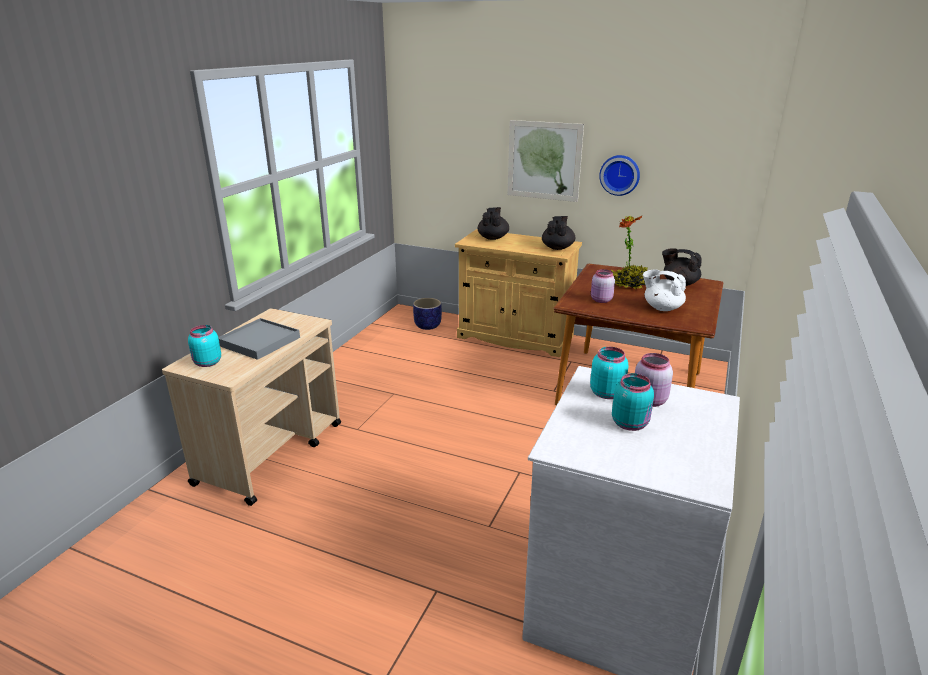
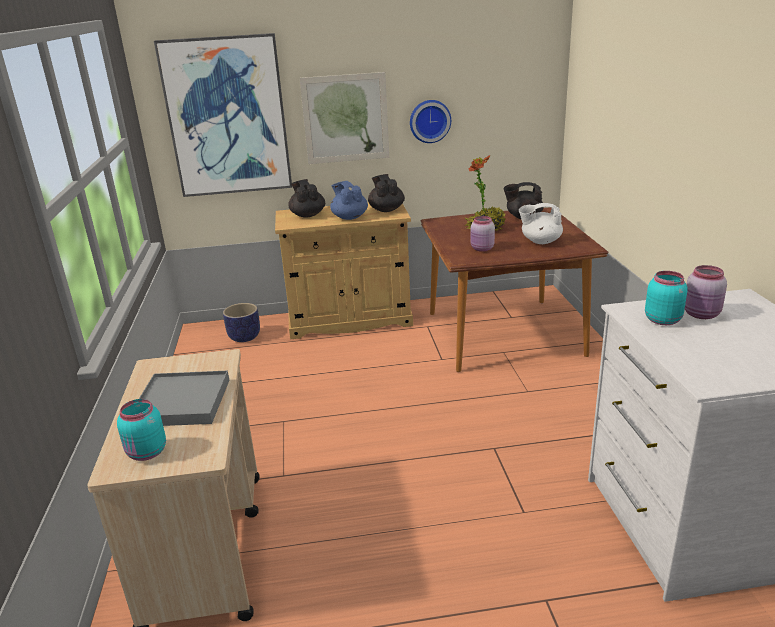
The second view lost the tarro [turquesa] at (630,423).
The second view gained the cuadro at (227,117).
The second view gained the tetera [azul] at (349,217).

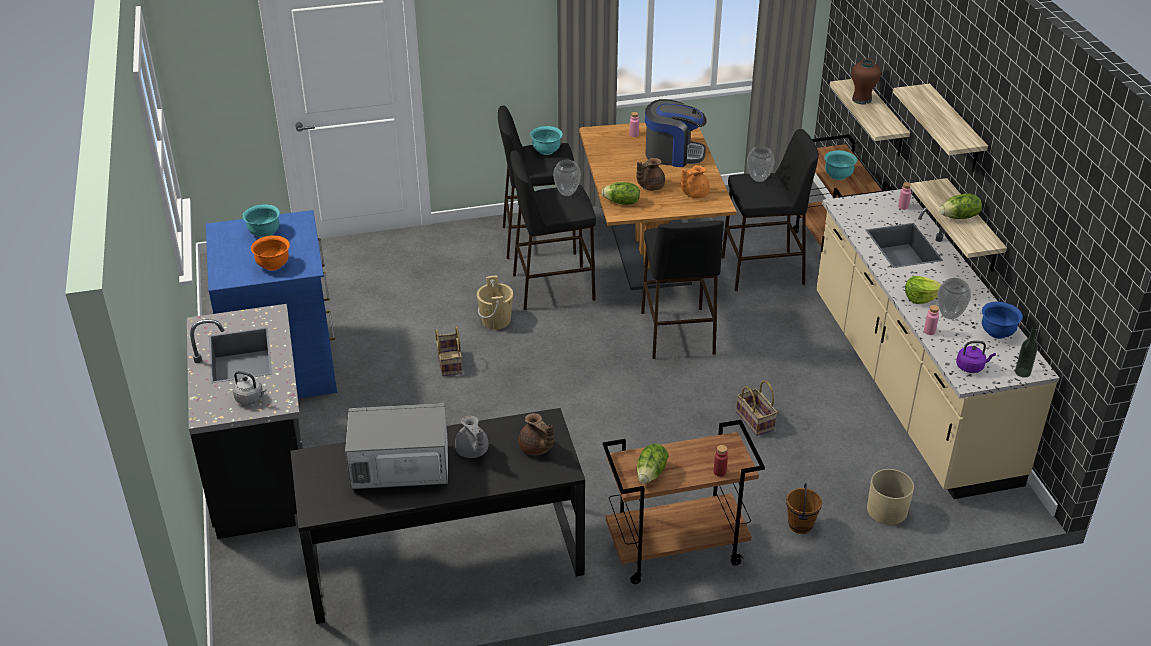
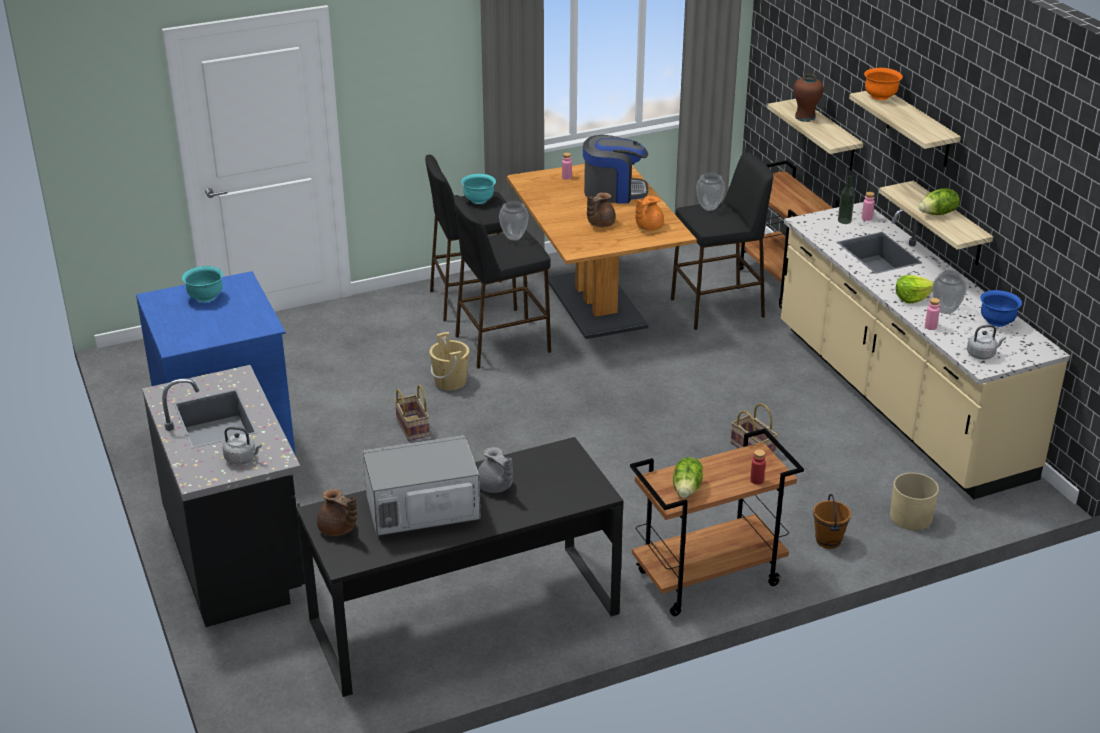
The cuenco [naranja] ended up elsewhere, having gone from (273,265) to (880,97).
The tetera [marrón] ended up elsewhere, having gone from (536,448) to (338,529).
The second view lost the lechuga at (622,202).
The second view lost the taburete [negro] at (677,333).
The second view lost the cuenco [turquesa] at (838,176).
What was the hervidor [morado] at (971,367) turned into the hervidor [gris] at (982,354).
The botella ended up elsewhere, having gone from (1022,372) to (844,221).

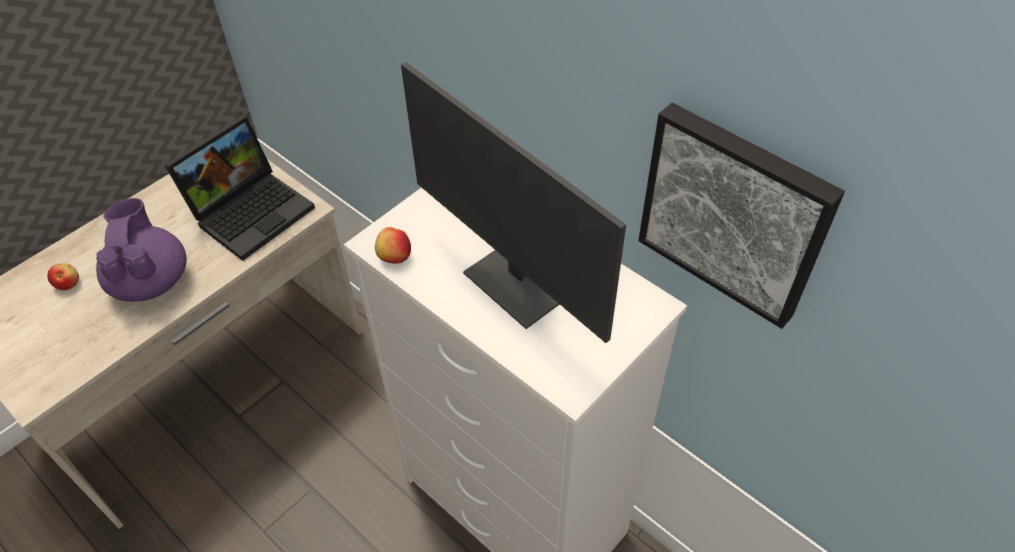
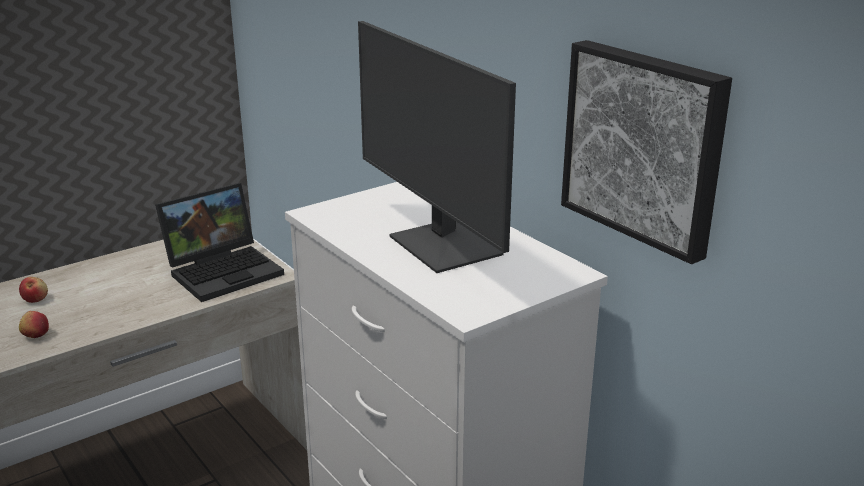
The second view lost the tetera [morado] at (151,280).
The manzana ended up elsewhere, having gone from (394,256) to (36,335).

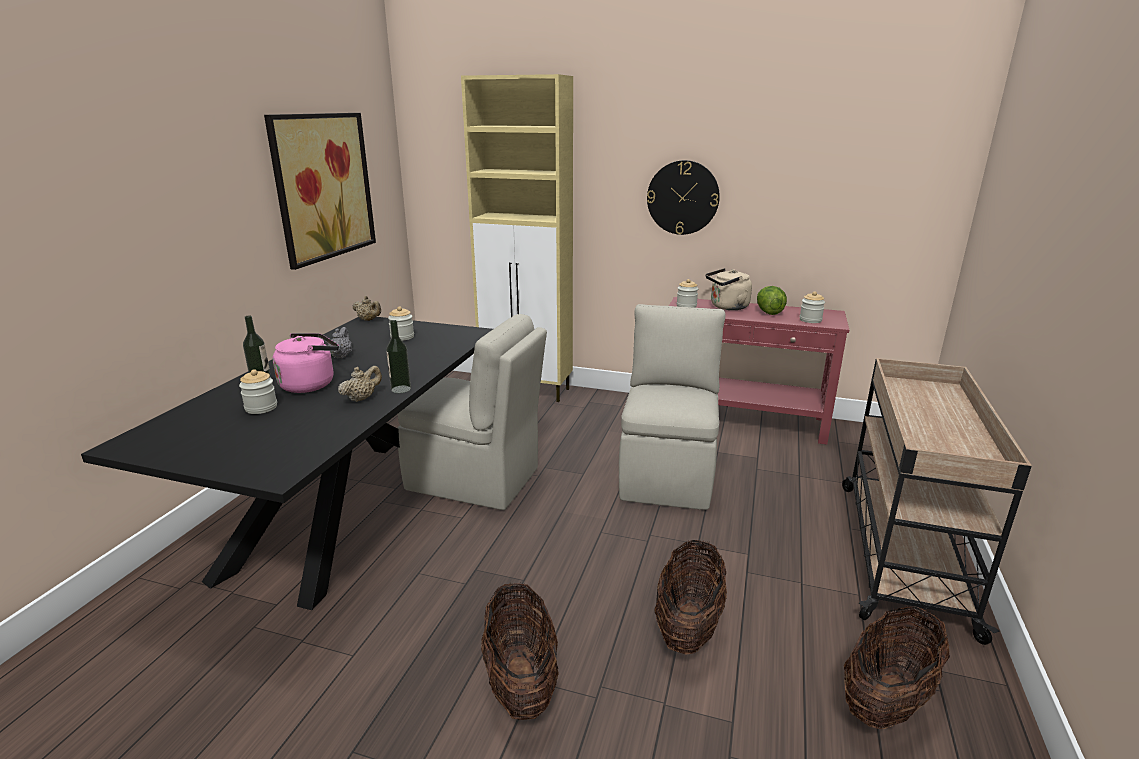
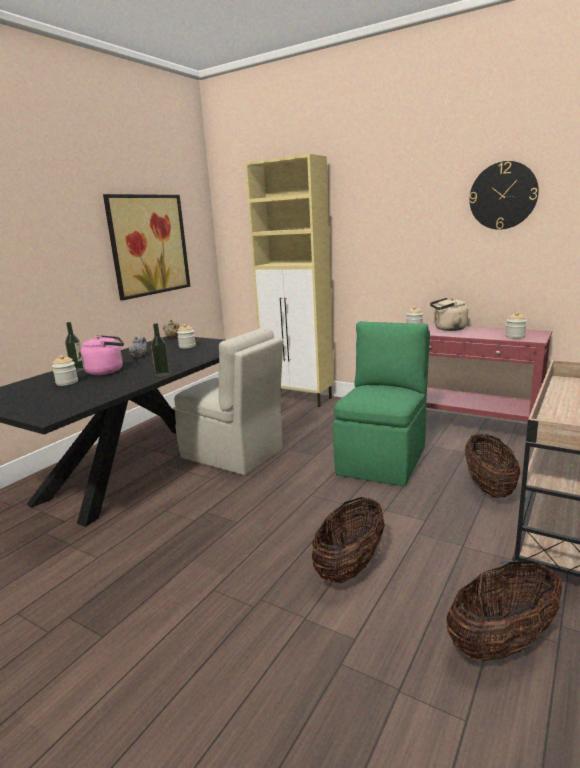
The second view lost the tetera [beis] at (362,398).
The cesta ended up elsewhere, having gone from (521,681) to (489,487).
What was the silla [beis] at (668,474) turned into the silla [verde] at (383,459).
The reloj de pared ended up elsewhere, having gone from (683,197) to (503,196).
The second view lost the lechuga at (768,312).

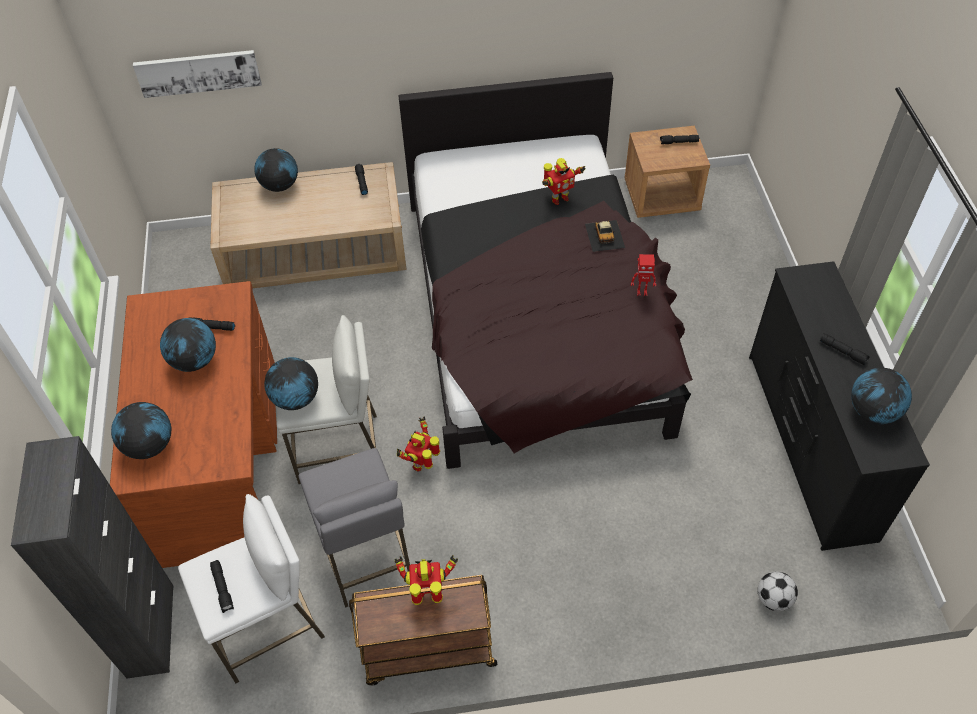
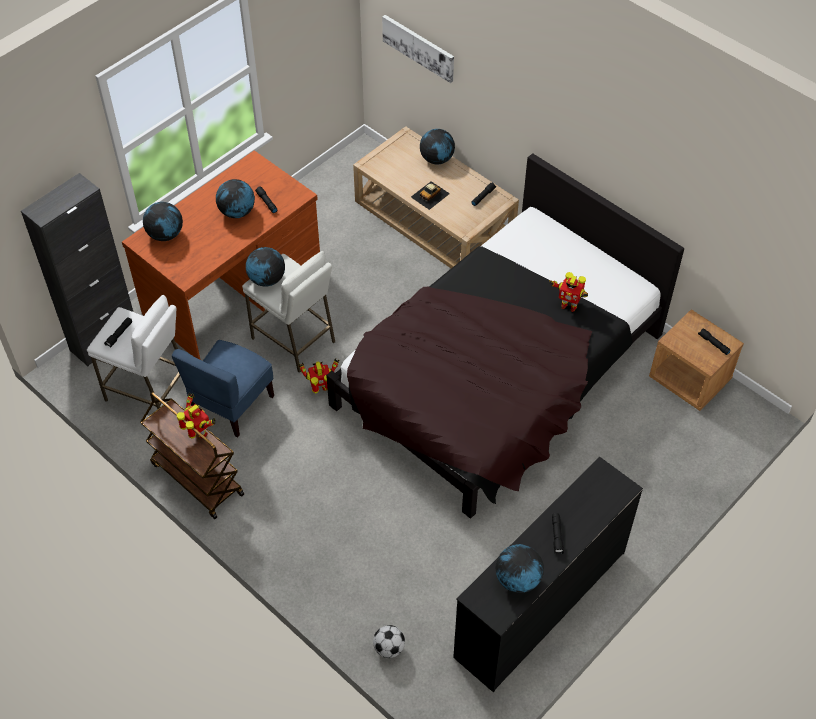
Where the taburete [gris] stood at (366,556), the silla [azul] came to stand at (232,405).
The coche de juguete ended up elsewhere, having gone from (605,235) to (430,195).
The second view lost the robot de juguete at (641,292).

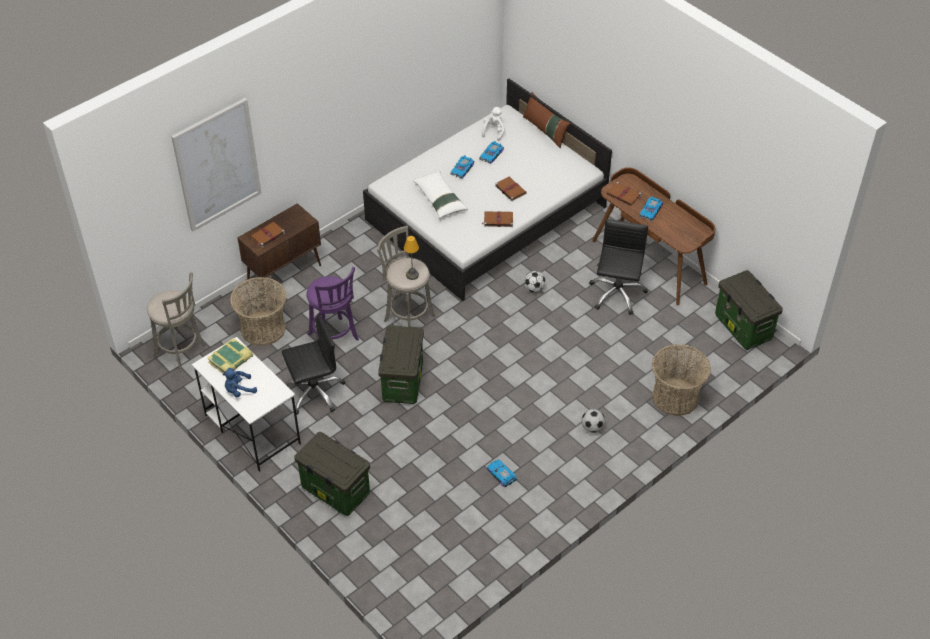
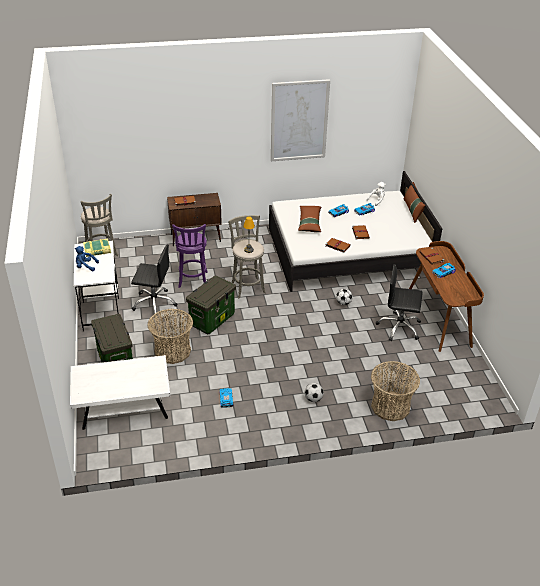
The cuadro ended up elsewhere, having gone from (217,164) to (299,120).
The cesta ended up elsewhere, having gone from (263,328) to (172,351).
What was the cojín [blanco] at (440,199) turned into the cojín [marrón] at (309,222).
The silla de oficina [negro] at (616,294) ended up facing another way, 120 degrees counterclockwise from before.
The second view lost the caja de almacenaje at (744,328).
The second view gained the mesa de centro [blanco] at (124,407).

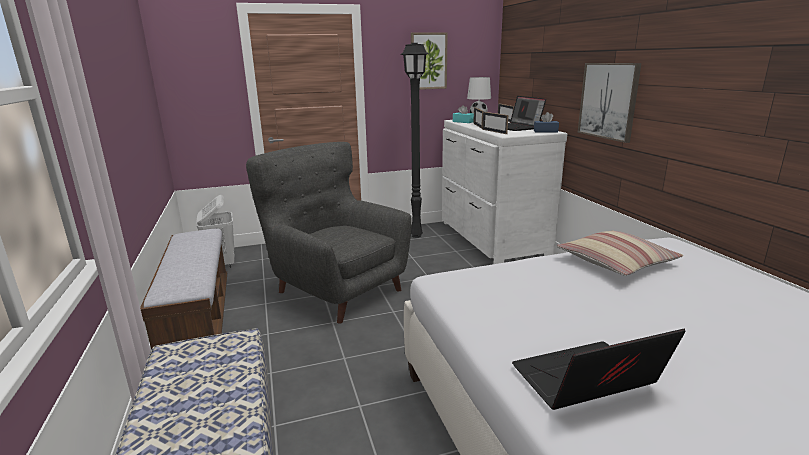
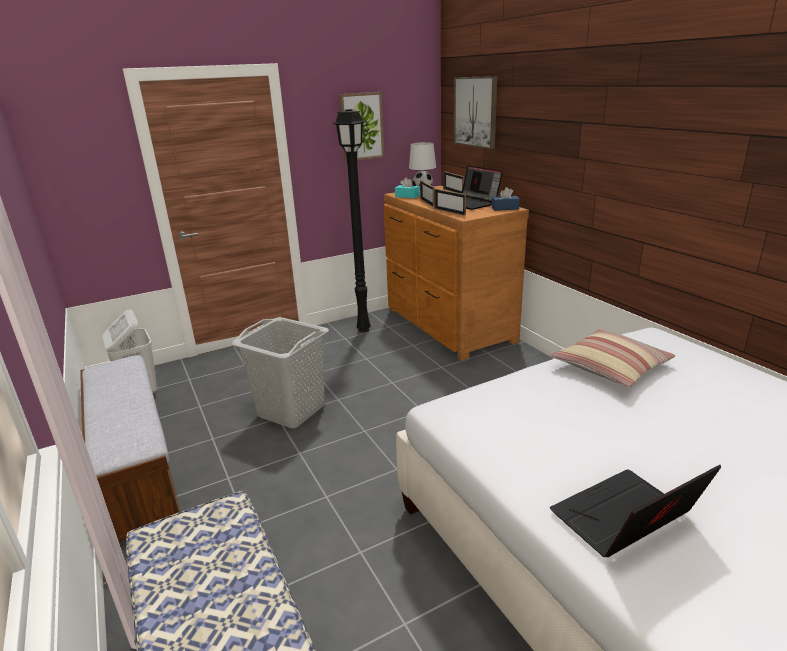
Where the sillón [gris] stood at (336,289), the cesto de la ropa [gris] came to stand at (291,410).
What was the cómoda [blanco] at (491,238) turned into the cómoda [marrón] at (447,325).
The cuadro ended up elsewhere, having gone from (608,101) to (475,112).

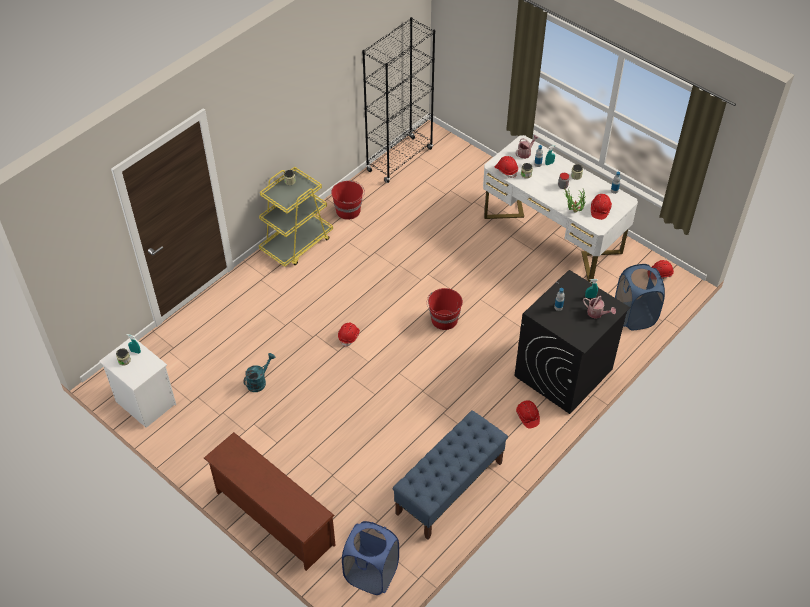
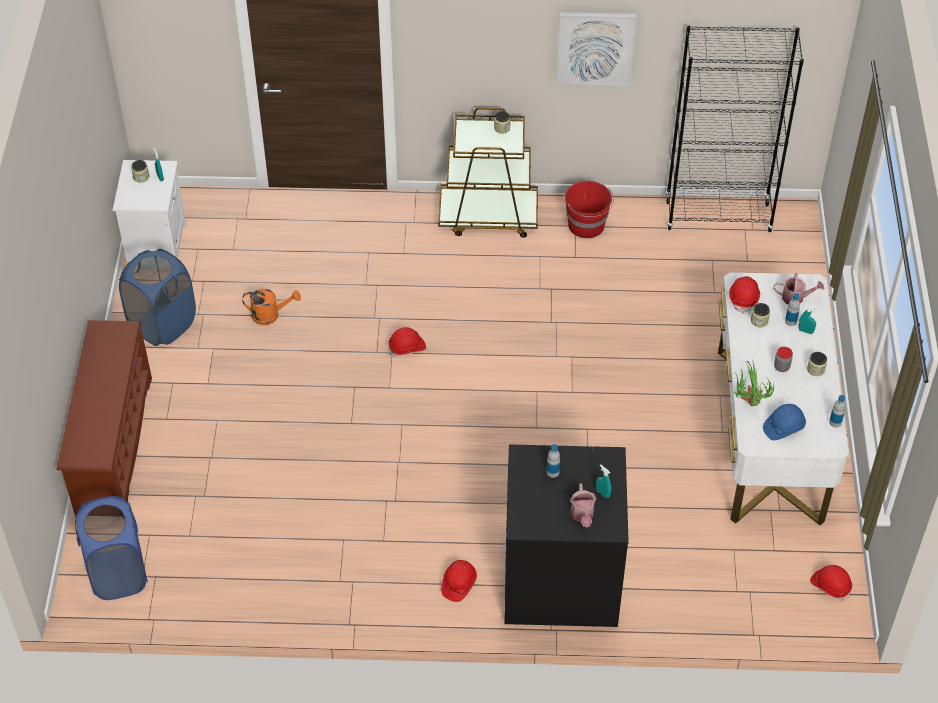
What was the regadera [turquesa] at (259,381) turned into the regadera [naranja] at (270,315).
What was the carrito [amarillo] at (297,243) turned into the carrito [marrón] at (488,216).
The second view lost the banco [azul] at (449,488).
The second view lost the cubo [rojo] at (444,320).
What was the casco [rojo] at (600,210) turned into the casco [azul] at (783,427).
The cesto de la ropa [azul] ended up elsewhere, having gone from (634,315) to (163,324).
The second view gained the cuadro at (595,47).

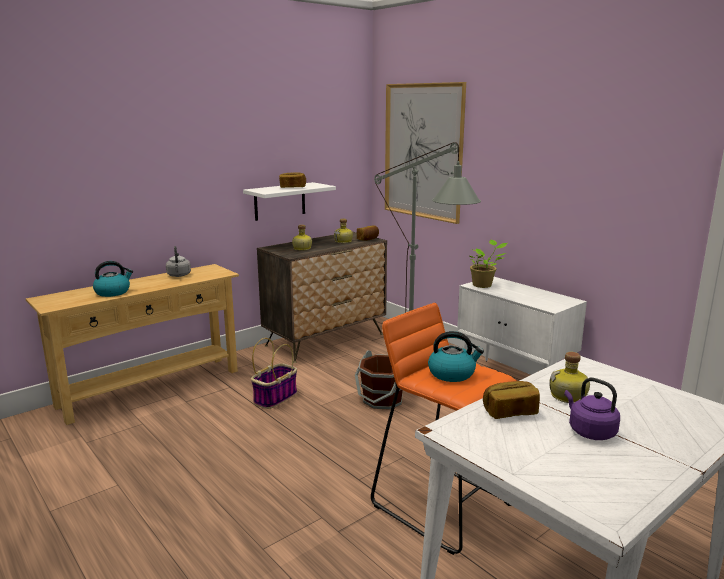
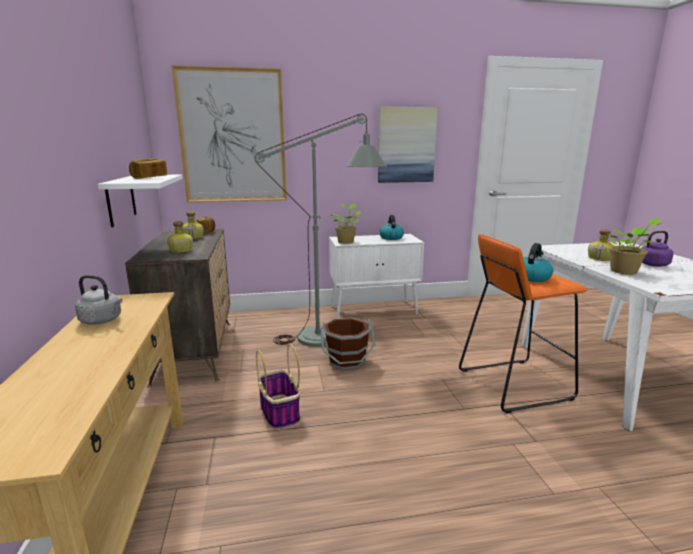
The hervidor ended up elsewhere, having gone from (113,292) to (391,237).
Where the pan stood at (510,412), the planta en maceta came to stand at (625,272).
The second view gained the cuadro at (406,145).

